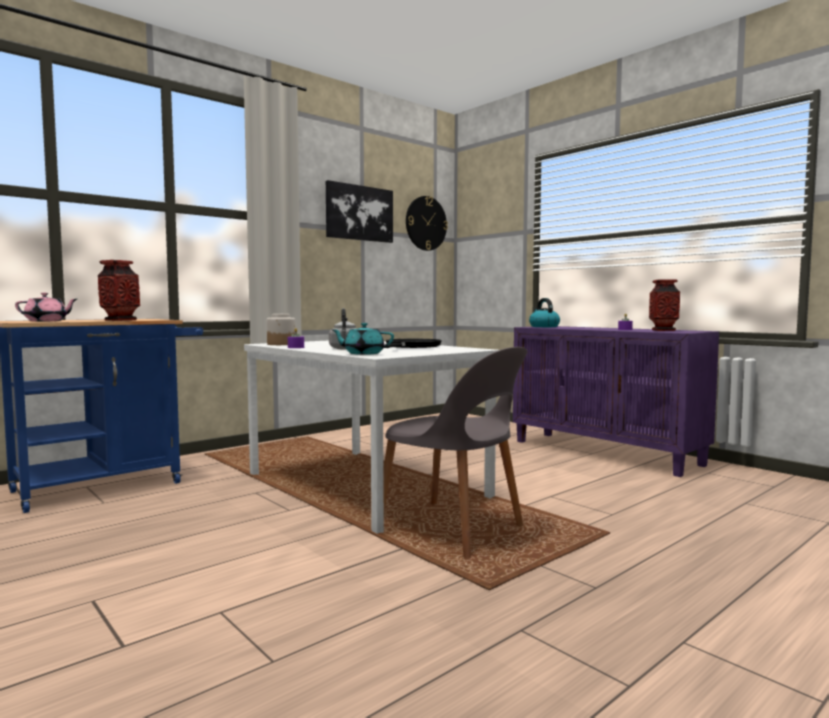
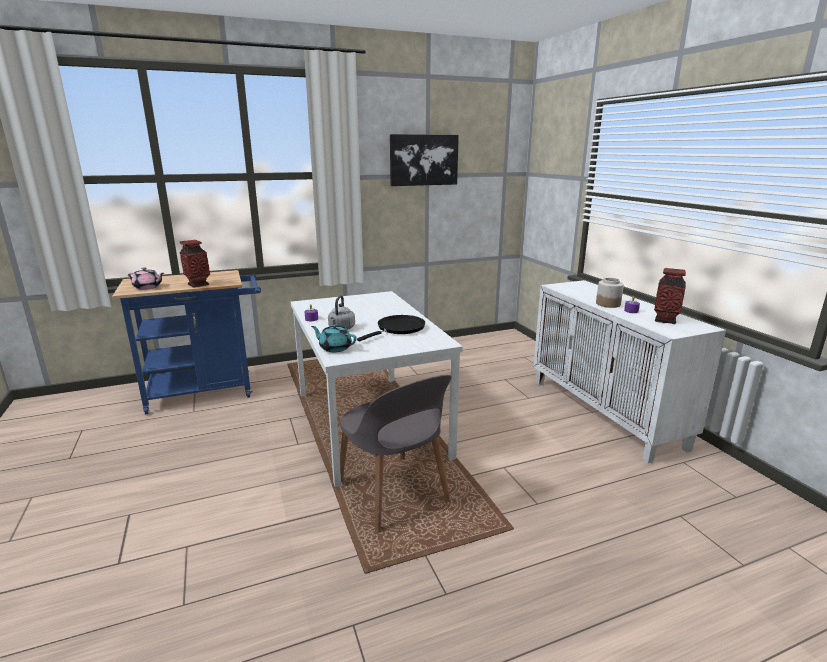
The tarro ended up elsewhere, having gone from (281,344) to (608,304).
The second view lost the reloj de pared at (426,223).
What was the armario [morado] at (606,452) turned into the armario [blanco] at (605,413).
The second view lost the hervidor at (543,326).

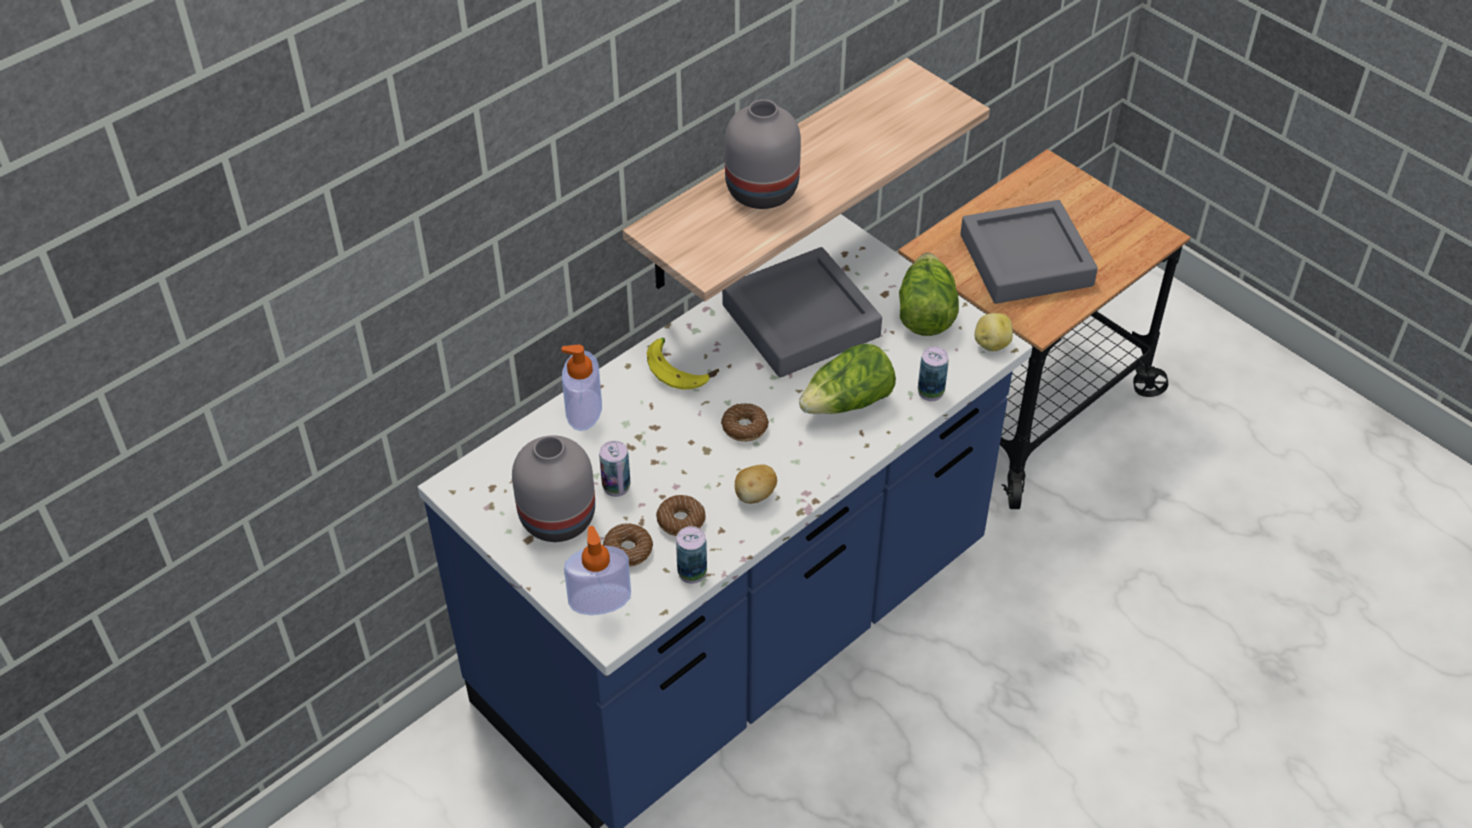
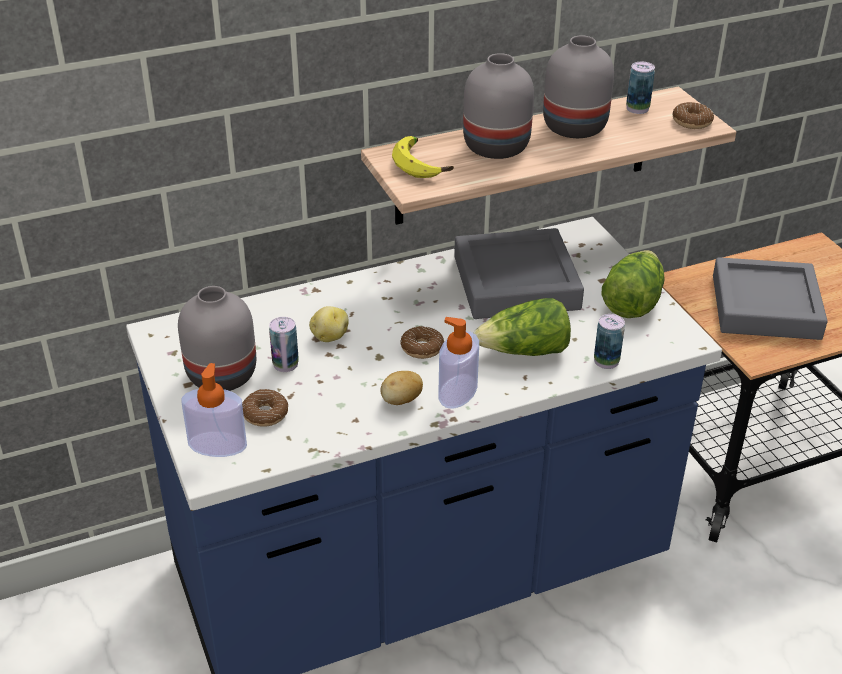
The dispensador de jabón ended up elsewhere, having gone from (584,410) to (457,391).
The plátano ended up elsewhere, having gone from (681,368) to (422,164).
The rosquilla ended up elsewhere, having gone from (681,521) to (692,122).
The lata ended up elsewhere, having gone from (692,572) to (637,108).
The patata ended up elsewhere, having gone from (991,343) to (329,336).
The second view gained the florero [gris] at (574,126).

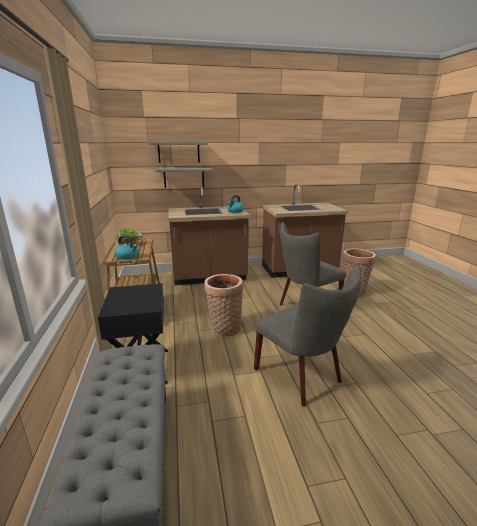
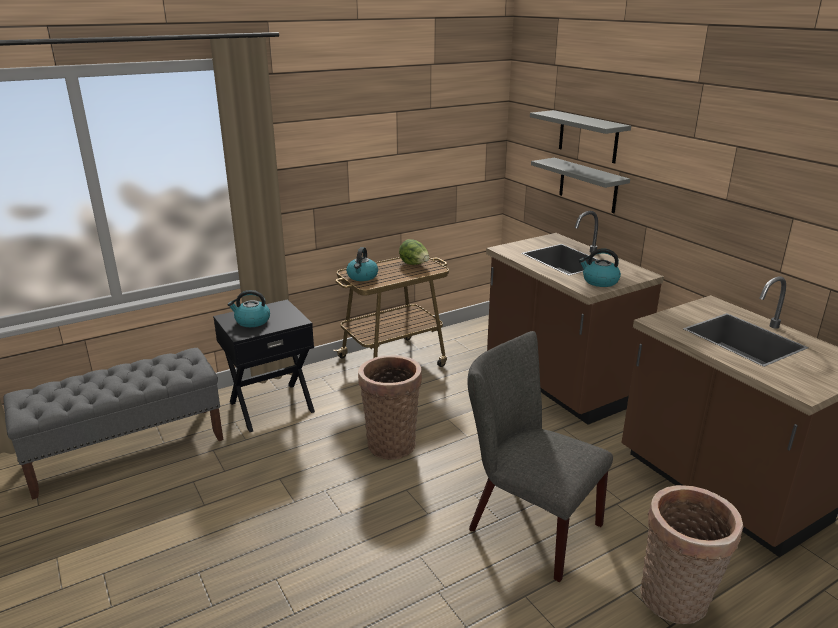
The second view lost the silla [gris] at (302,377).
The second view gained the hervidor at (252,321).

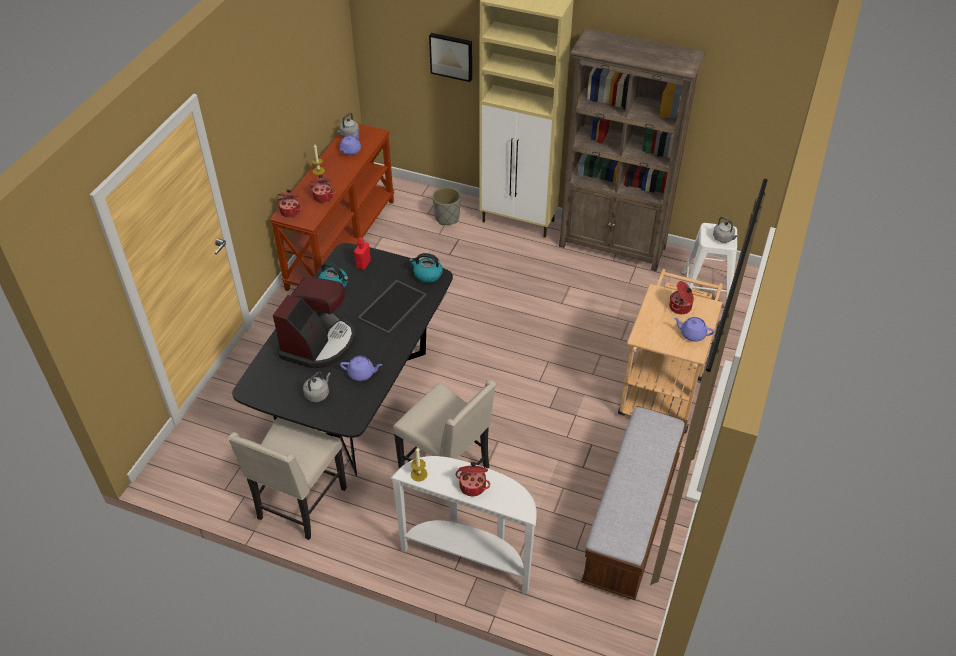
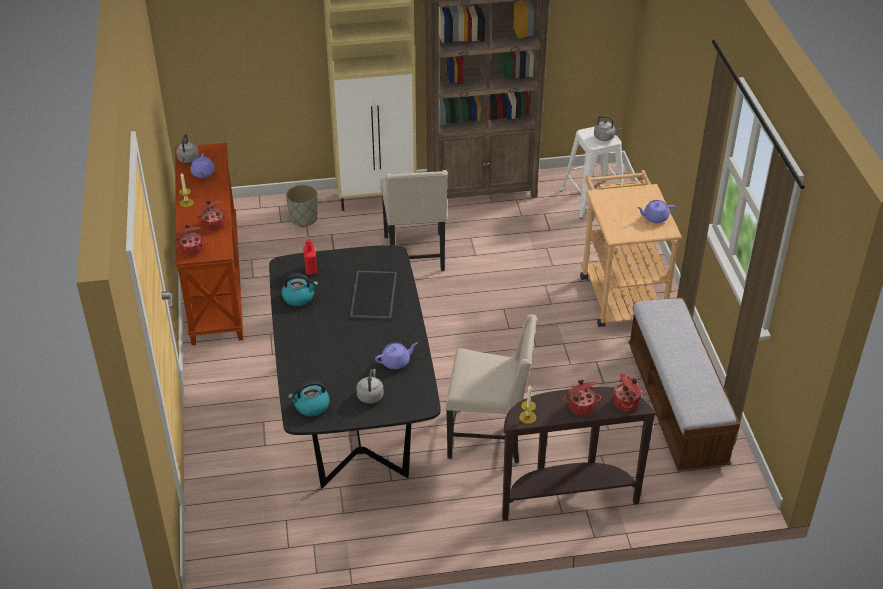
The silla [beis] ended up elsewhere, having gone from (300,504) to (415,254).
The second view lost the cafetera at (319,343).
What was the mesa consola [blanco] at (469,557) turned into the mesa consola [marrón] at (566,497).
The hervidor ended up elsewhere, having gone from (427,275) to (311,406).
The second view lost the cuadro at (451,56).
The olla ended up elsewhere, having gone from (680,307) to (627,402).

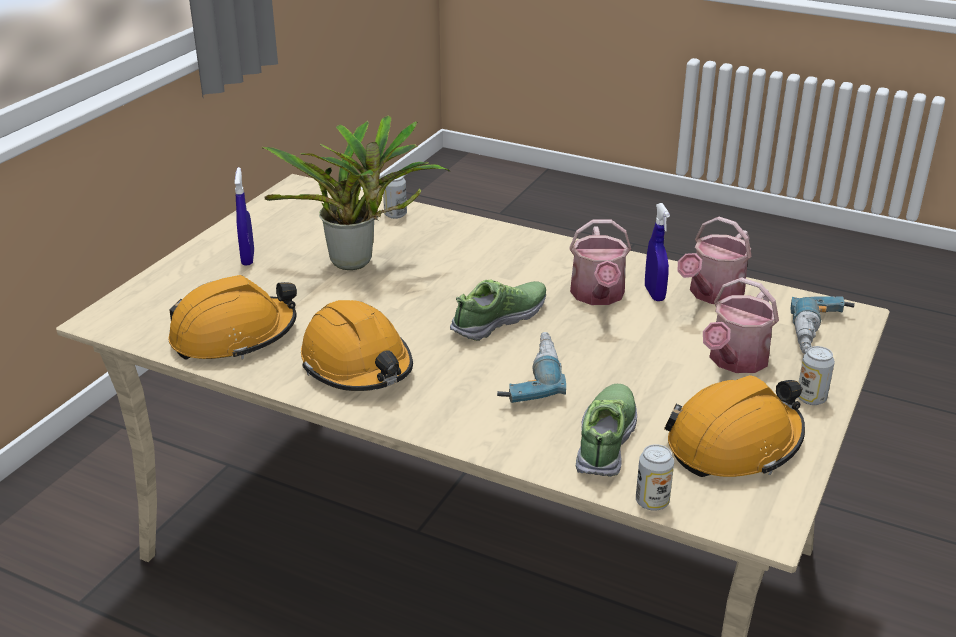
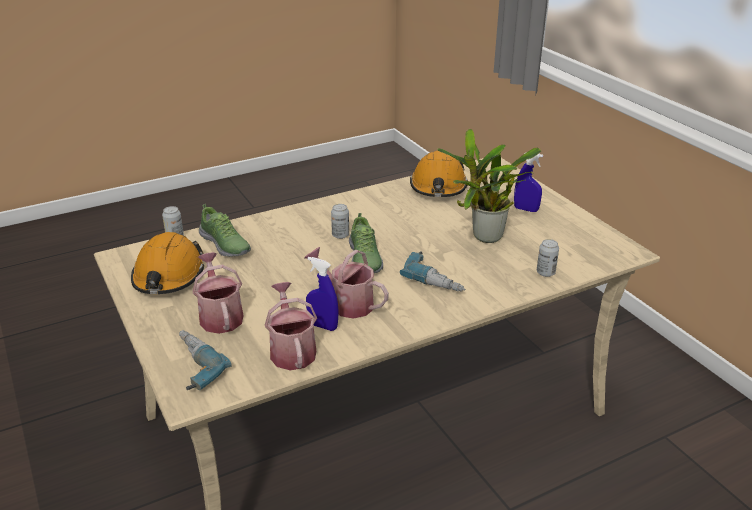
The second view lost the casco [naranja] at (357,365).
The taladro ended up elsewhere, having gone from (527,376) to (437,278).
The lata ended up elsewhere, having gone from (811,398) to (340,235).

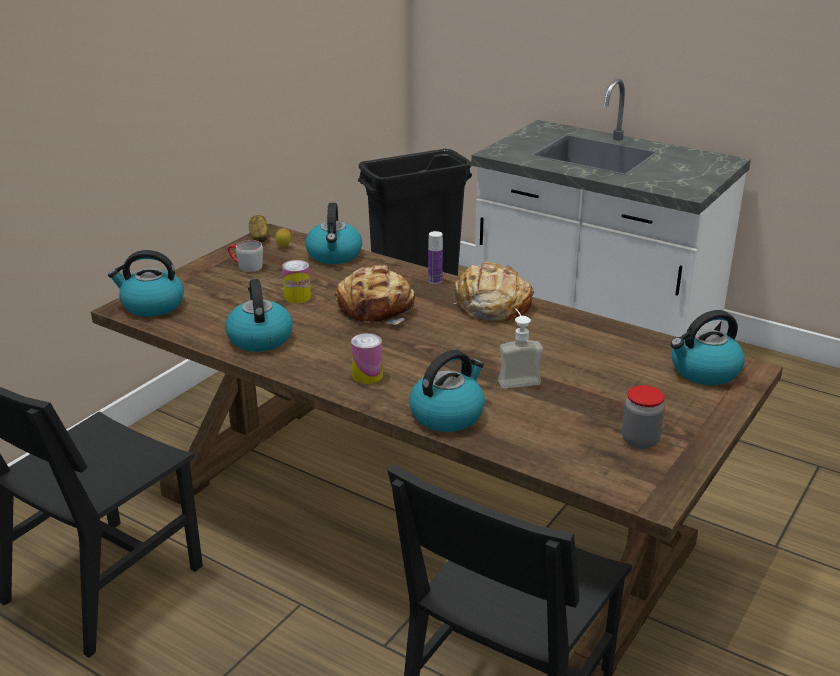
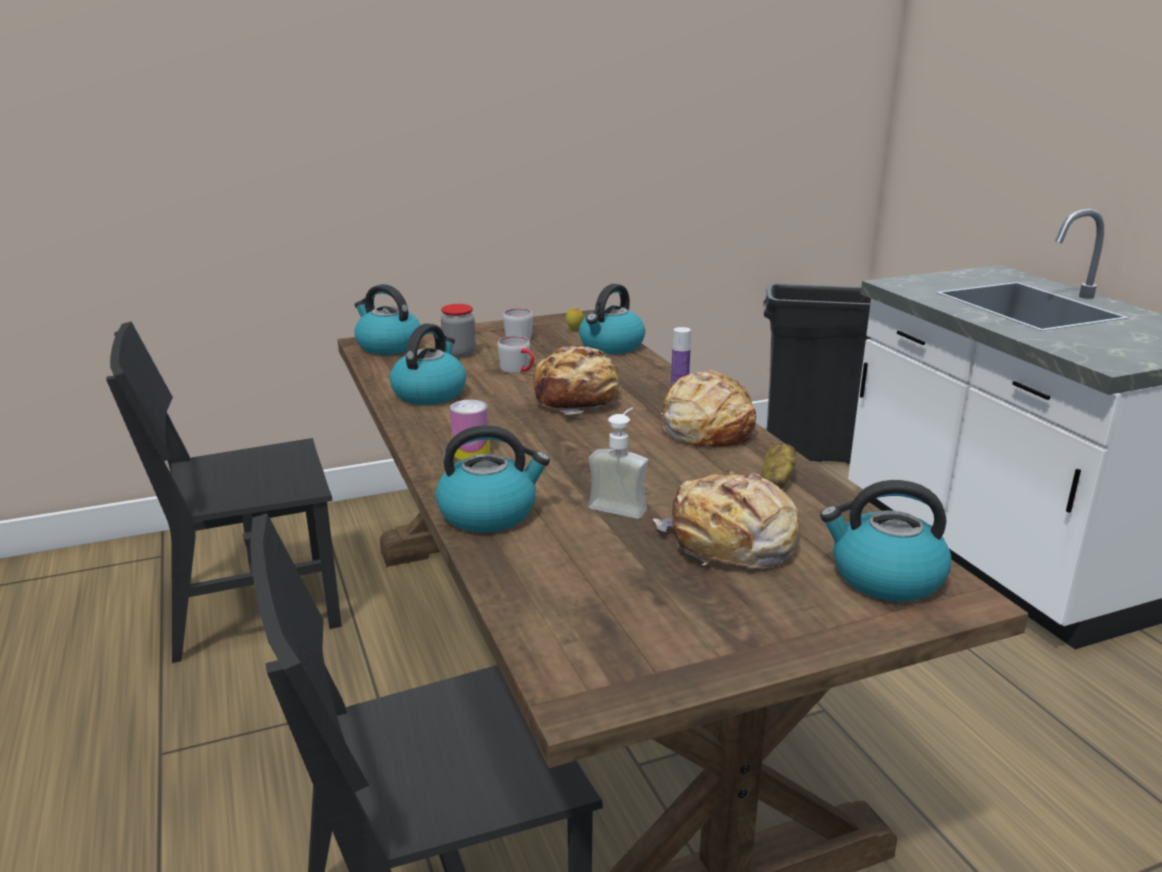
The patata ended up elsewhere, having gone from (259,238) to (776,481).
Where the lata stood at (297,297), the taza grande [gris] came to stand at (519,370).
The tarro ended up elsewhere, having gone from (640,440) to (459,353).
The second view gained the pan at (731,543).

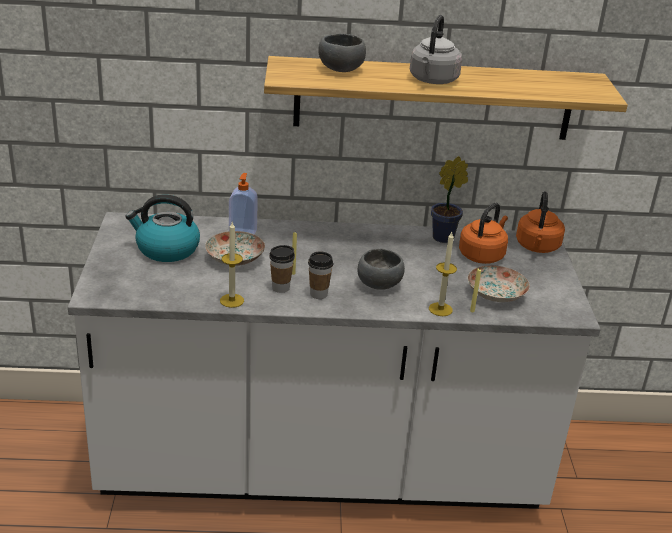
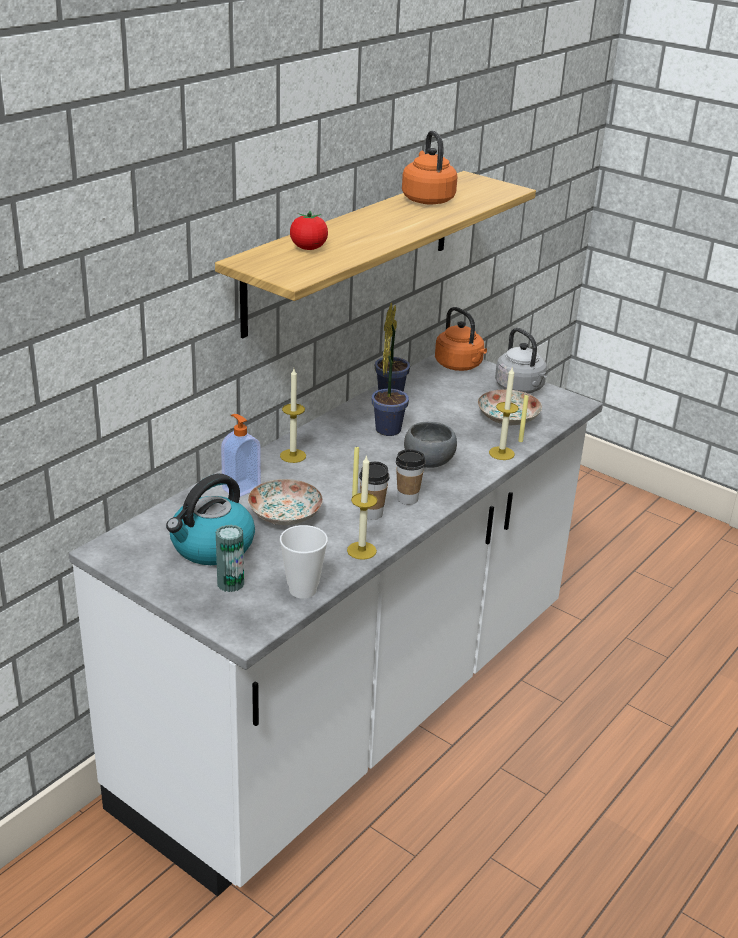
Where the cuenco [gris] stood at (341,70), the tomate came to stand at (308,248).
The hervidor [gris] ended up elsewhere, having gone from (433,81) to (521,388).
The hervidor [naranja] ended up elsewhere, having gone from (482,255) to (427,199).
The second view gained the lata at (230,583).
The second view gained the vela at (293,456).
The second view gained the taza at (303,590).
The second view gained the planta en maceta at (388,428).

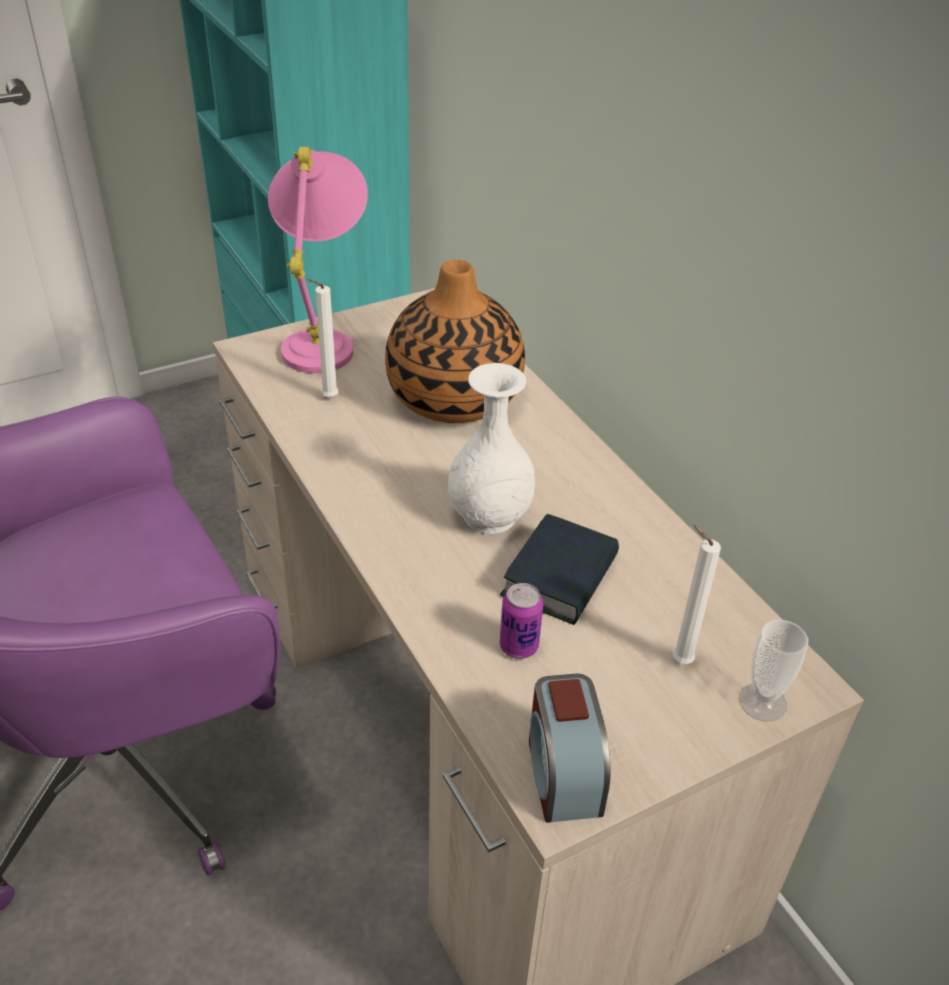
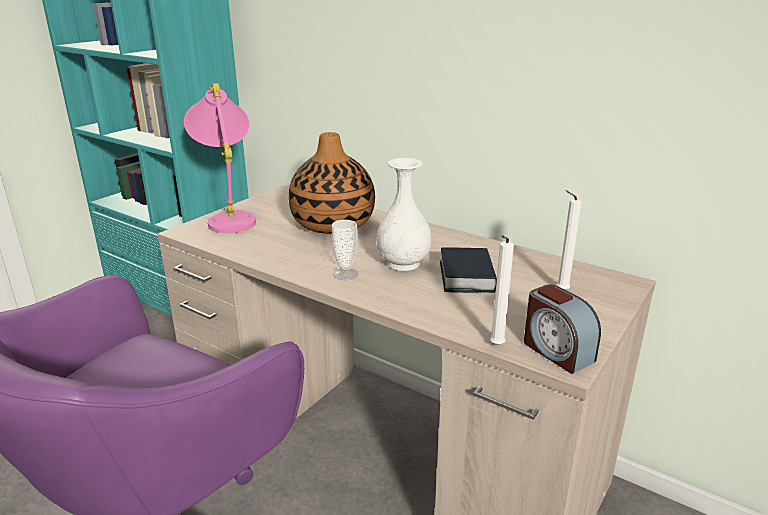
The vela [blanco] ended up elsewhere, having gone from (327,398) to (495,346).
The second view lost the lata at (518,646).
The taza ended up elsewhere, having gone from (762,702) to (345,274).

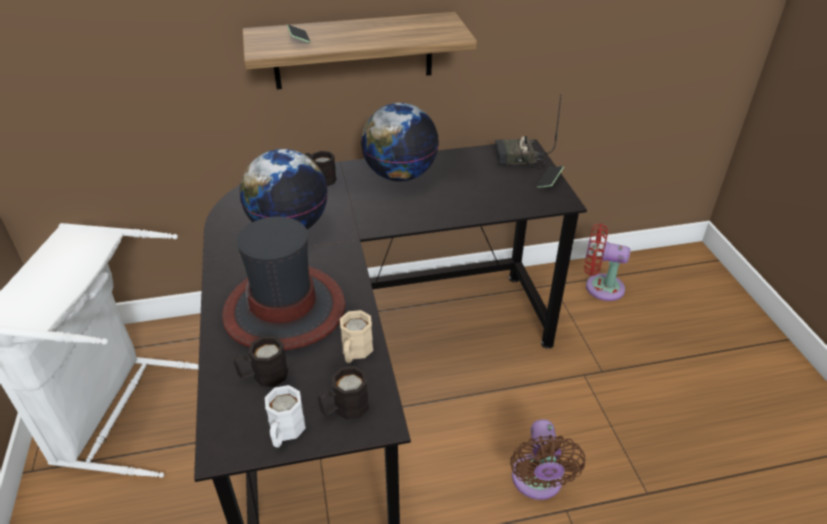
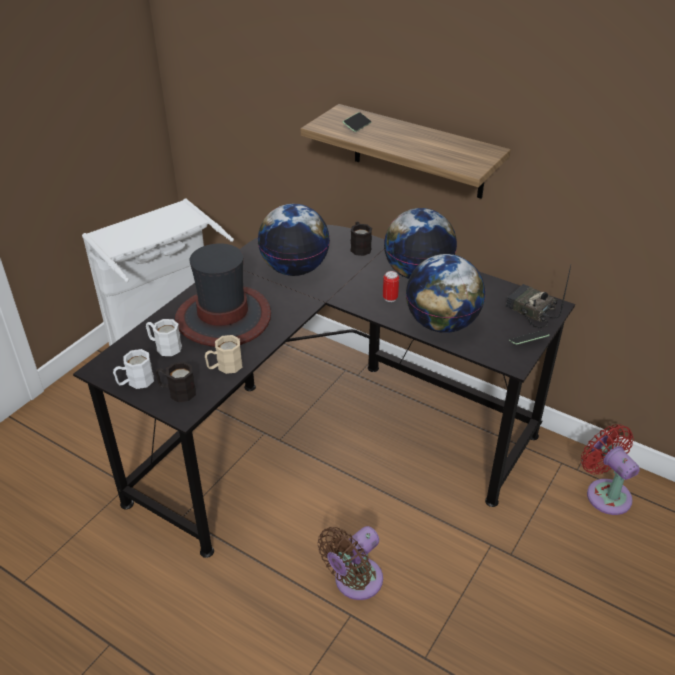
What was the taza grande [negro] at (263,376) turned into the taza grande [blanco] at (164,346).
The second view gained the lata at (390,298).
The second view gained the globo terráqueo at (441,324).

